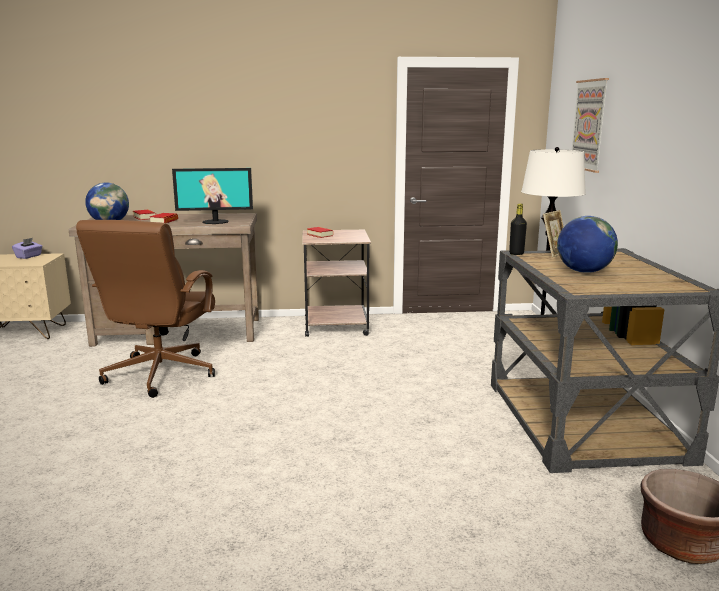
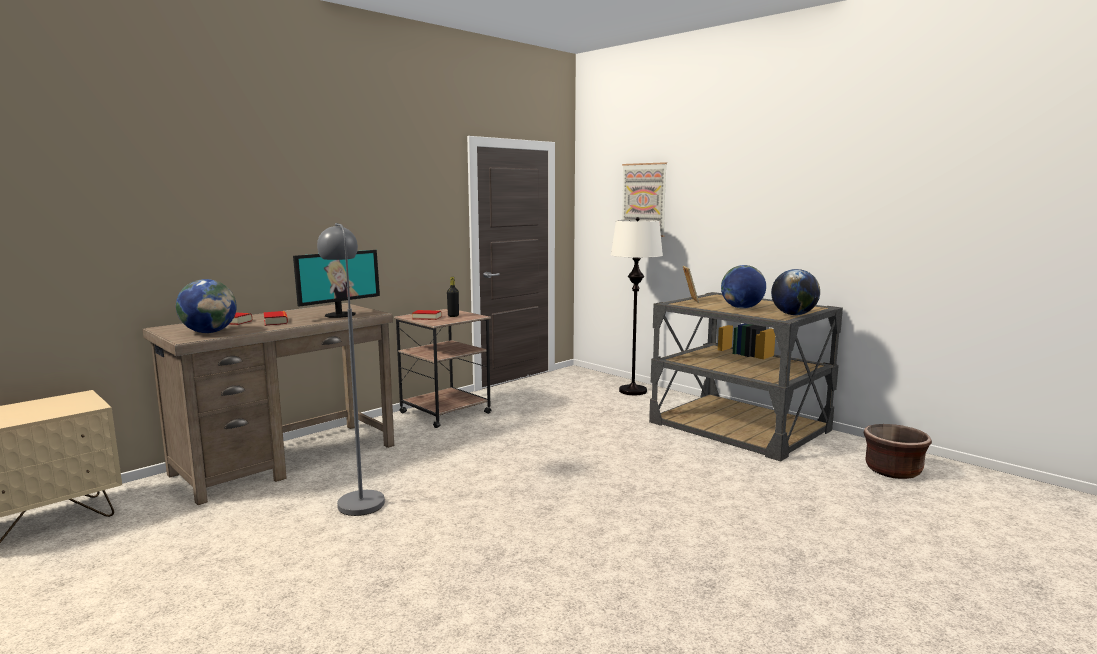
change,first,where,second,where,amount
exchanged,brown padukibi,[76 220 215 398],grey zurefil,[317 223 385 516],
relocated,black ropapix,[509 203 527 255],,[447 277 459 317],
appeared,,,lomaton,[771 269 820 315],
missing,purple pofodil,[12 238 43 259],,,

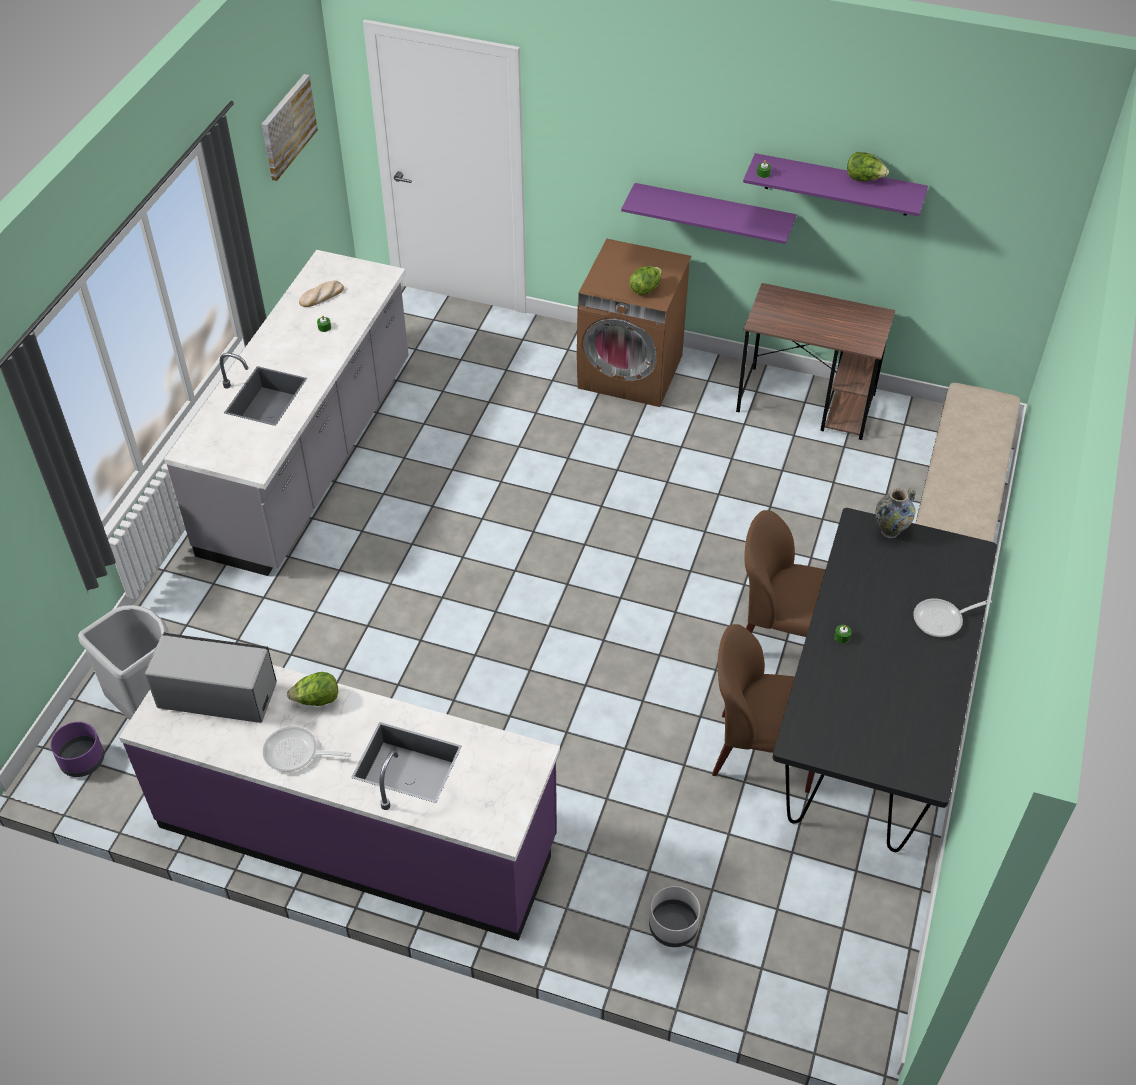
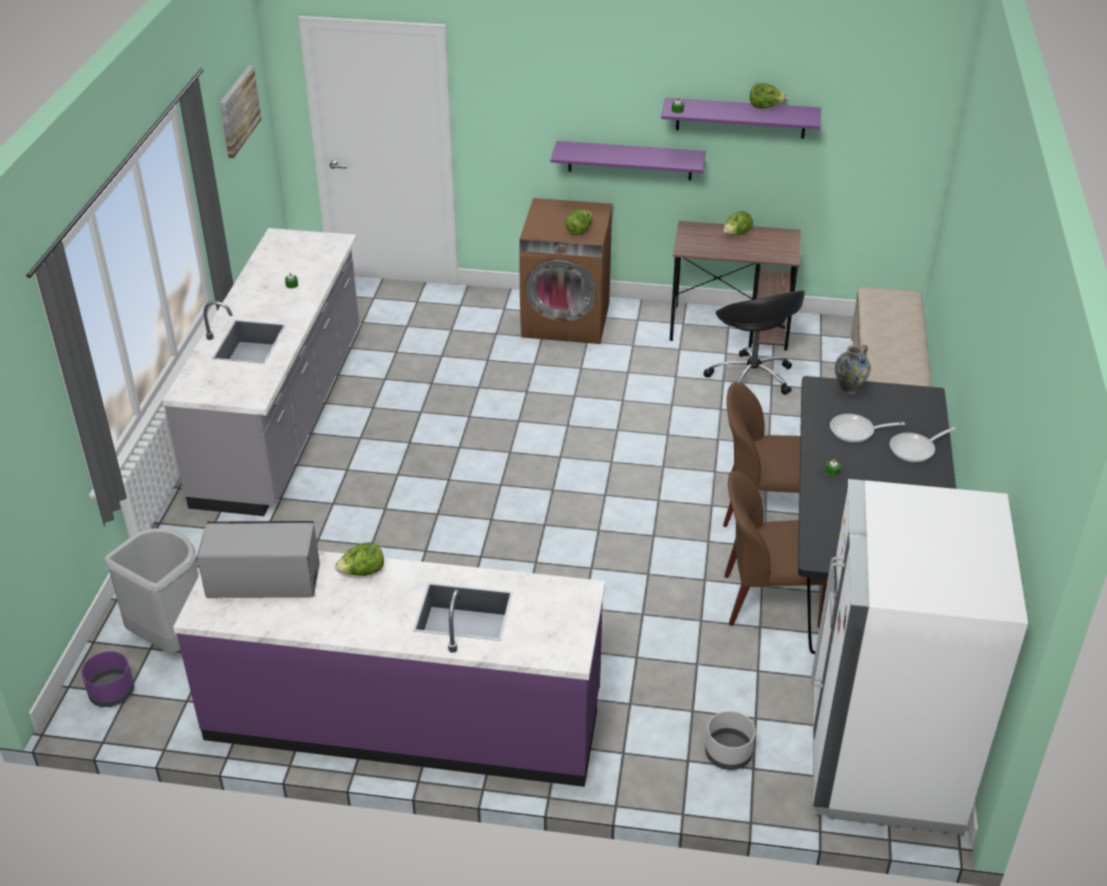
change,first,where,second,where,amount
appeared,,,black padukibi,[704 290 805 395],
appeared,,,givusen,[723 211 753 235],
appeared,,,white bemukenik,[811 479 1028 835],
relocated,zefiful,[263 726 351 772],,[830 414 905 443],
missing,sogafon,[299 280 344 307],,,

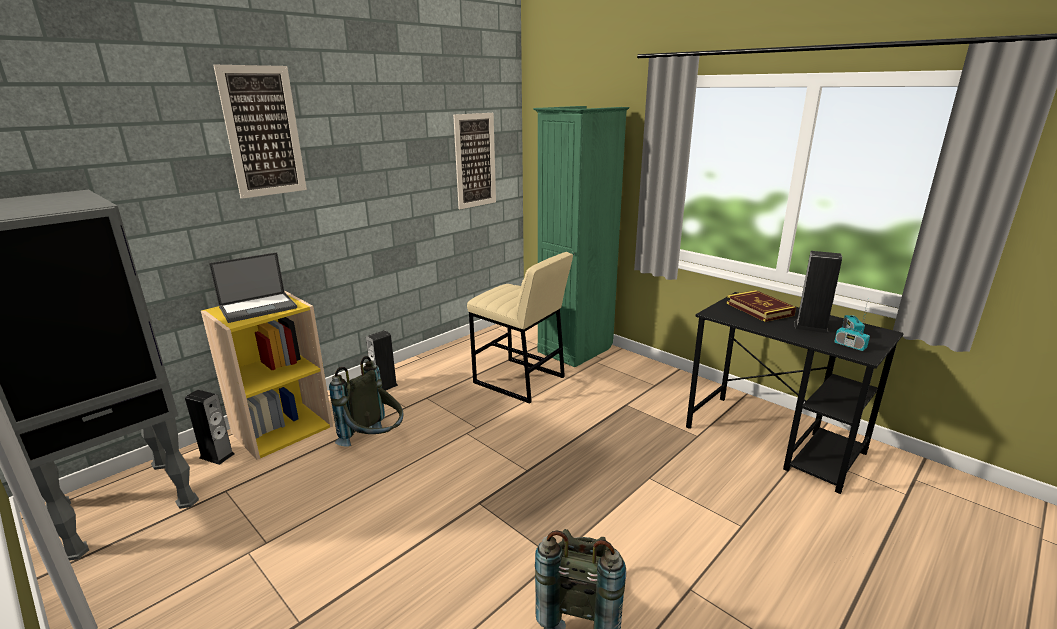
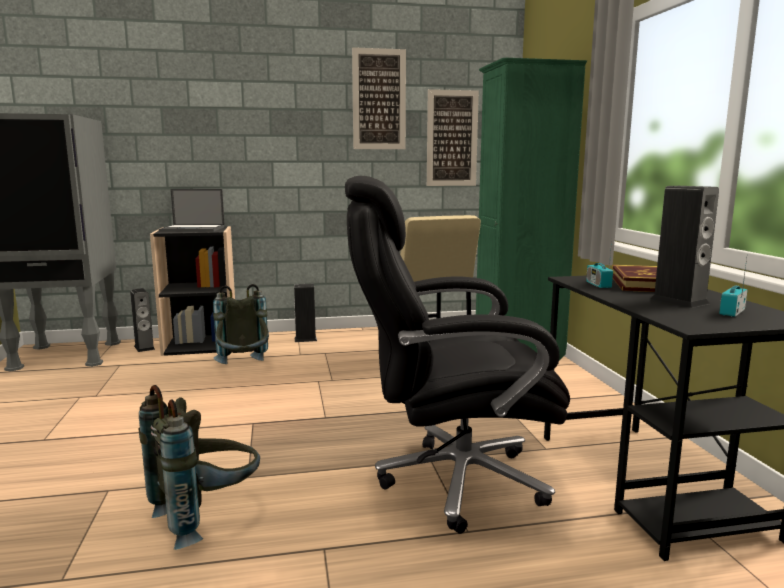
change,first,where,second,where,amount
colour,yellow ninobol,[201 290 333 460],black ninobol,[150 226 235 356],
appeared,,,black padukibi,[345 176 570 534],
relocated,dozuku,[213 65 307 199],,[352 47 406 149],
relocated,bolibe,[834 311 870 351],,[586 240 613 288],

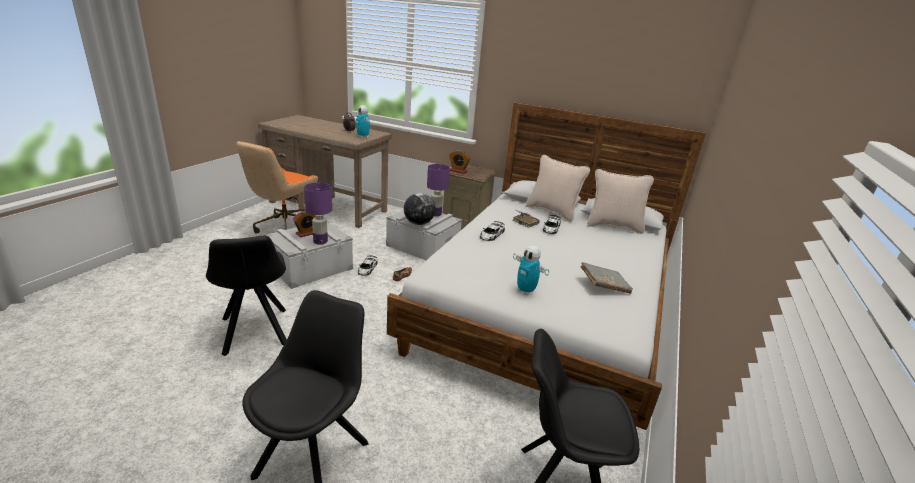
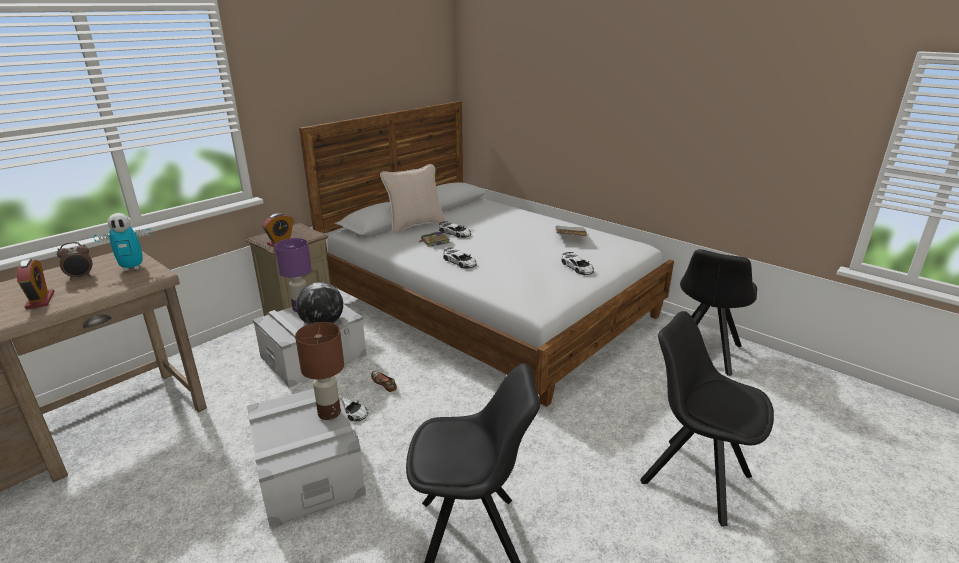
change,first,where,second,where,amount
relocated,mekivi,[293 210 315 237],,[17 259 54 309],
colour,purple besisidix,[304 183 332 245],brown besisidix,[295 322 344 420],
exchanged,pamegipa,[513 246 549 295],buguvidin,[561 252 594 275],
missing,orange padukibi,[236 141 318 234],,,
missing,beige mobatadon,[587 169 654 234],,,

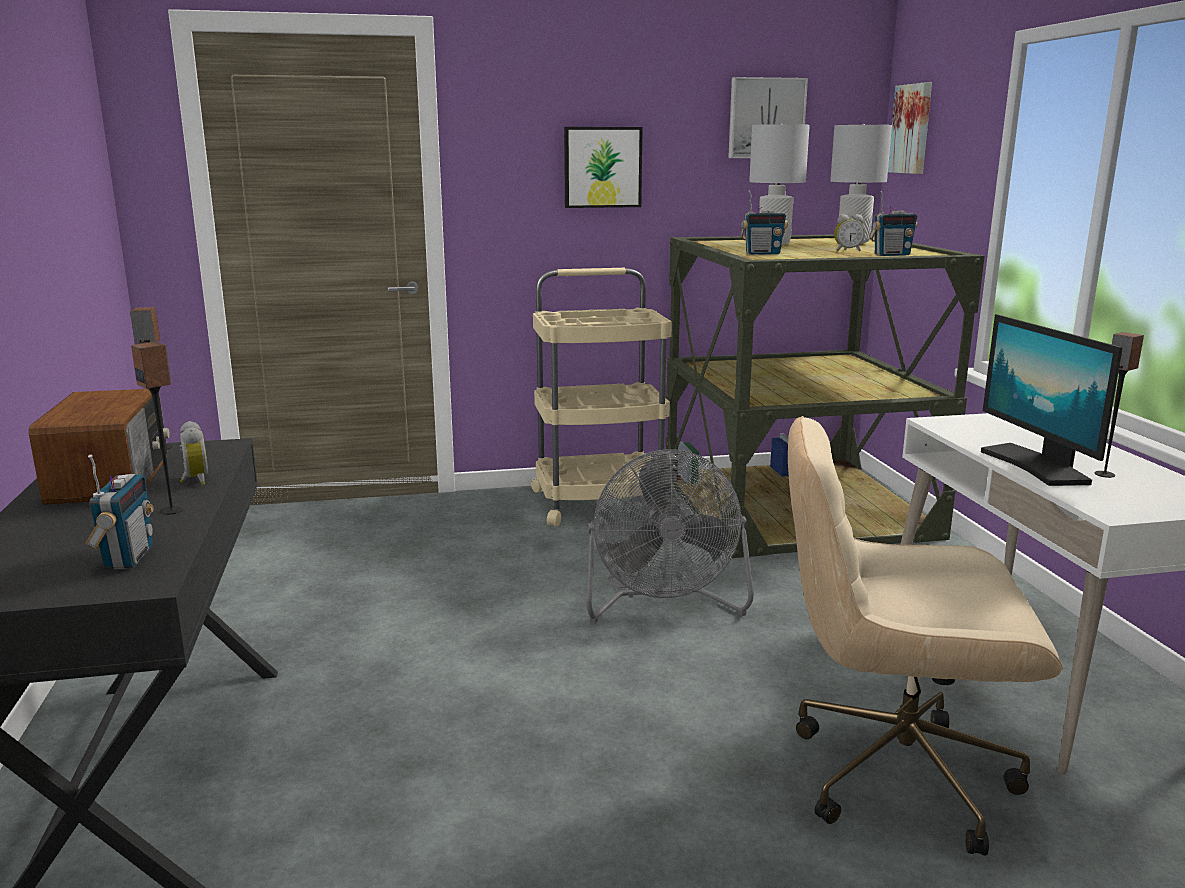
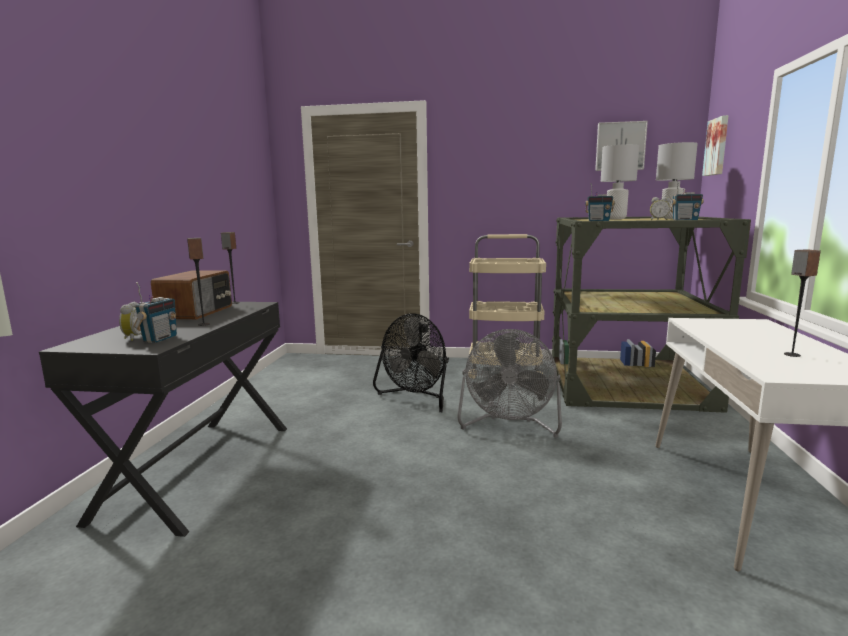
change,first,where,second,where,amount
relocated,mekivi,[180 421 208 485],,[119 302 142 341],
appeared,,,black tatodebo,[373 313 449 412],
missing,dozuku,[564 127 643 208],,,
missing,beige padukibi,[788 416 1063 856],,,
missing,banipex,[981 314 1122 486],,,

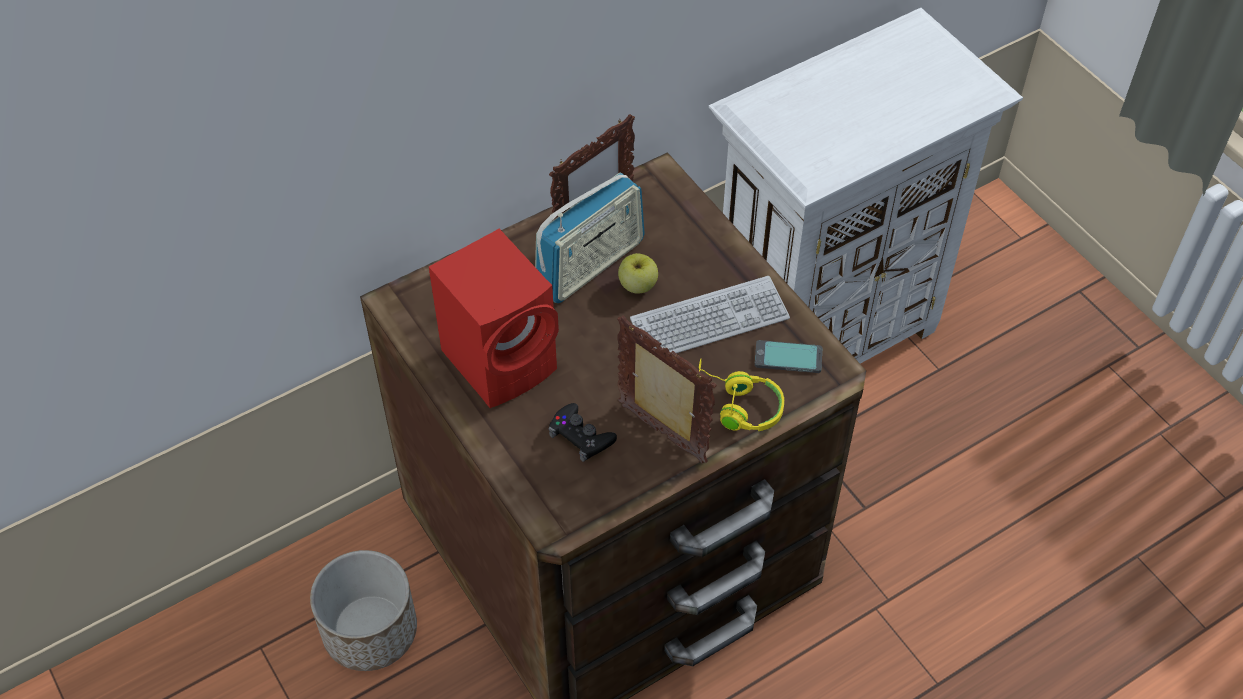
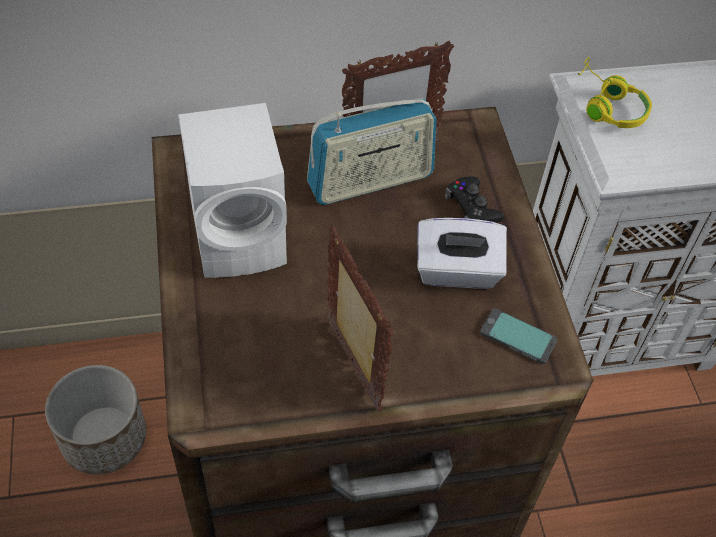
change,first,where,second,where,amount
colour,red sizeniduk,[429 229 559 408],white sizeniduk,[178 103 287 278],
exchanged,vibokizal,[630 276 790 353],white pofodil,[417 218 507 289],
relocated,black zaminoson,[548 403 617 462],,[445 177 504 223],
relocated,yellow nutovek,[699 359 784 431],,[578 57 652 128],
missing,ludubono,[618 253 658 293],,,

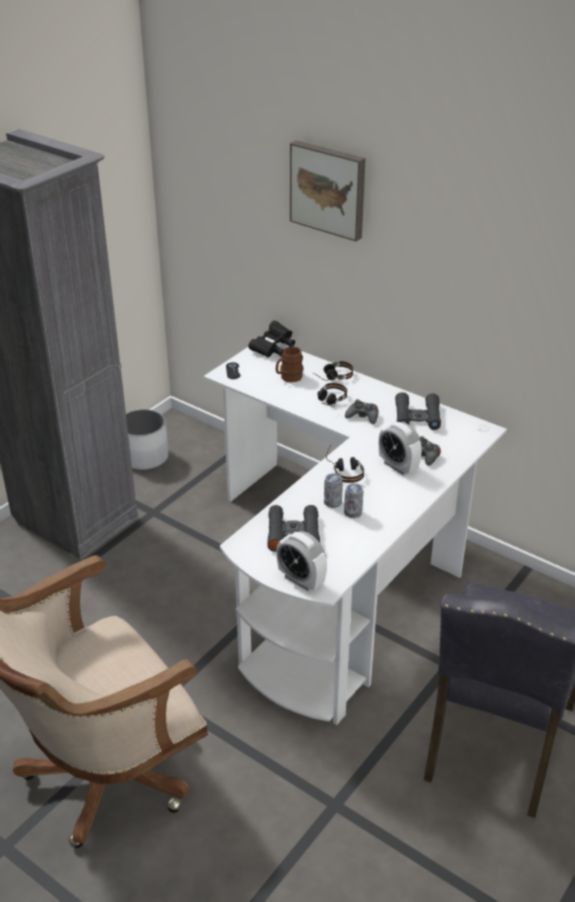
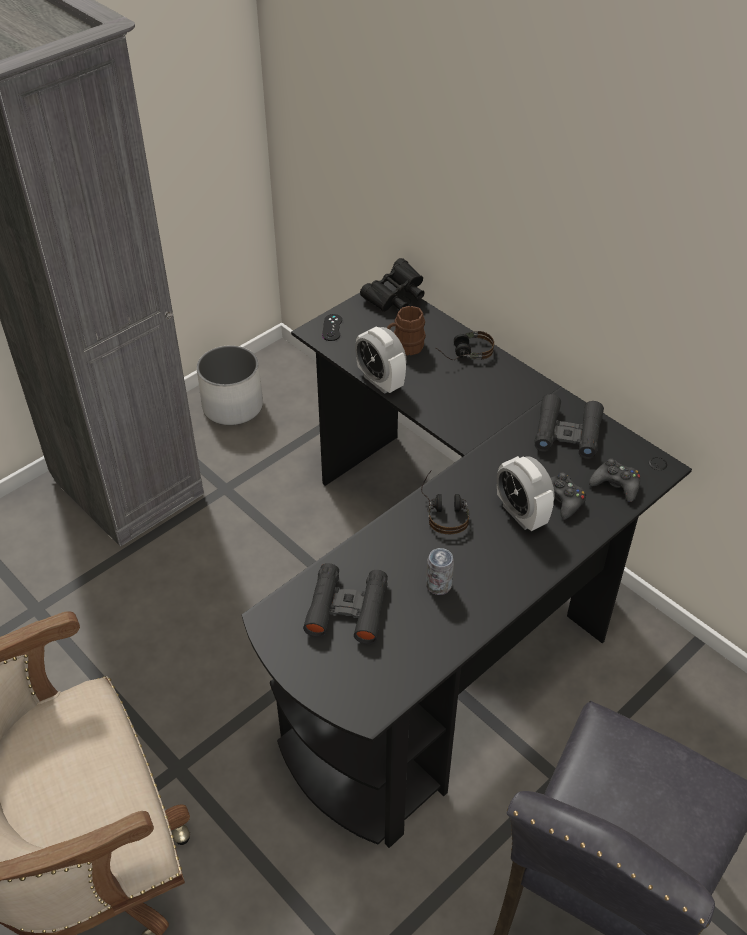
change,first,where,second,where,amount
colour,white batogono,[204 337 507 725],black batogono,[242 281 692 848],
relocated,mekivi,[276 531 327 591],,[355 327 407 394],
relocated,black zaminoson,[345 399 378 424],,[589 459 640 502],
missing,dozuku,[290 140 366 241],,,
missing,nutovek,[318 383 347 407],,,
missing,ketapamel,[324 473 343 508],,,

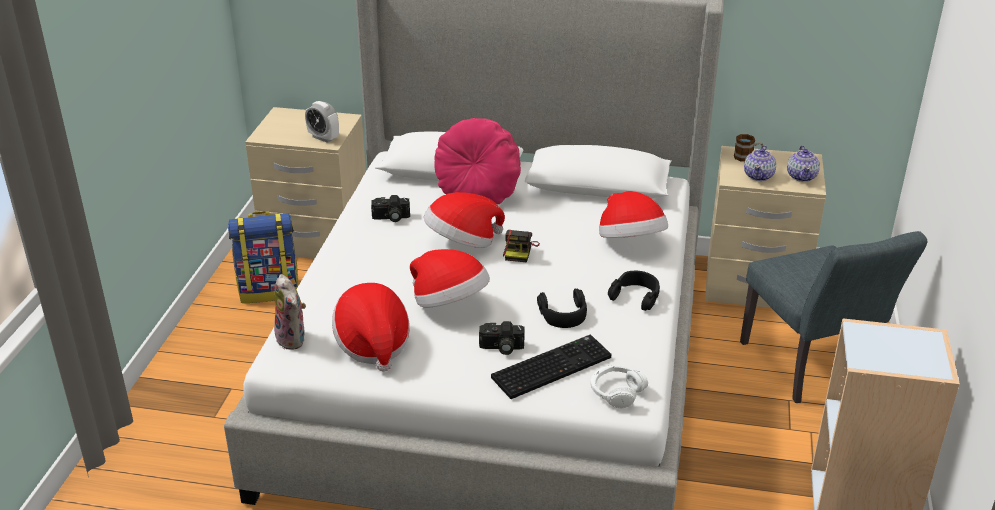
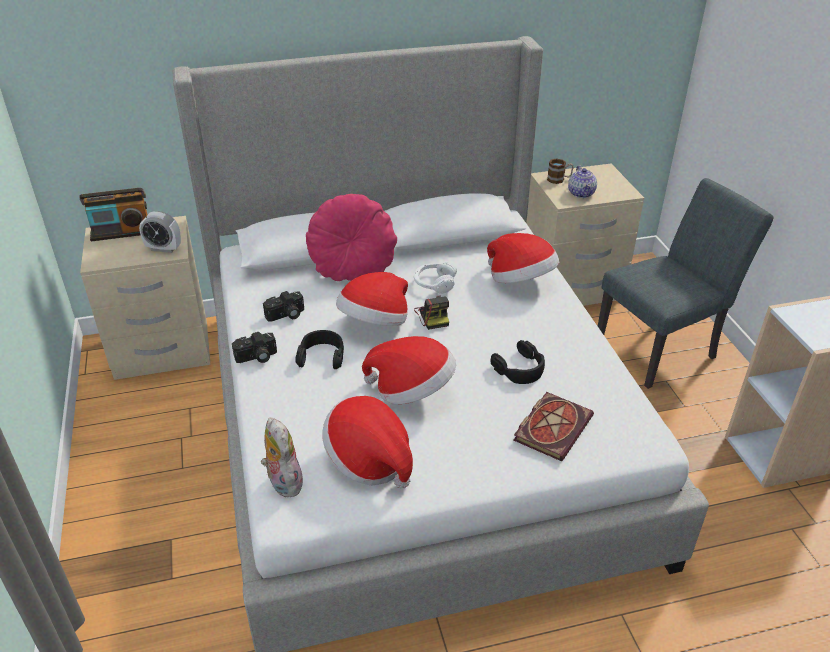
change,first,where,second,where,amount
appeared,,,bolibe,[80 188 148 242],
relocated,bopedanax,[479 321 525 355],,[232 332 277 363],
spun,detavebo,[274 274 306 350],,[261 417 303 497],150 degrees counterclockwise
relocated,black nutovek,[608 271 660 311],,[295 330 344 369],
relocated,white nutovek,[591 366 648 408],,[414 262 457 294],
exchanged,vibokizal,[491 335 612 399],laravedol,[514 392 594 461],
spun,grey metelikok,[740 231 927 403],,[598 178 774 389],75 degrees counterclockwise
missing,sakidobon,[228 211 298 303],,,
missing,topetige,[787 146 820 182],,,

